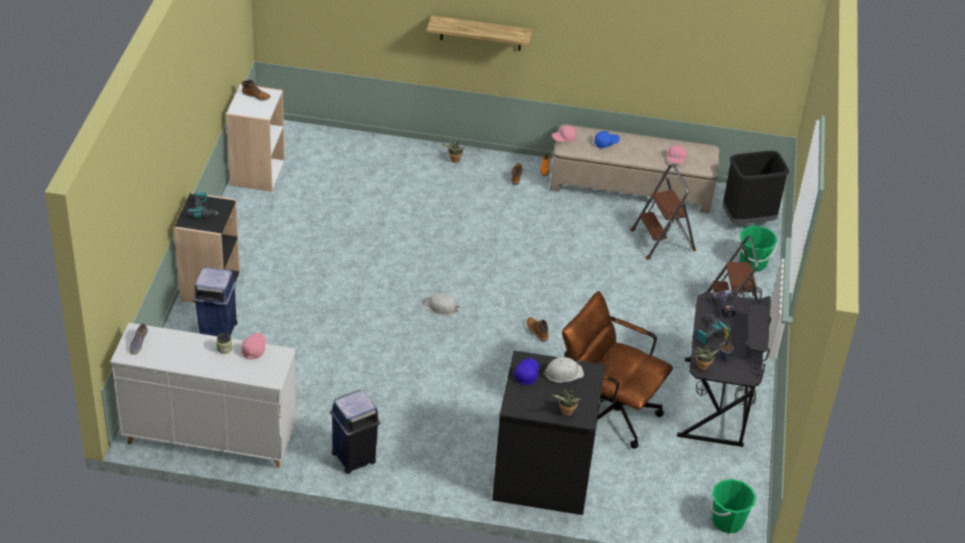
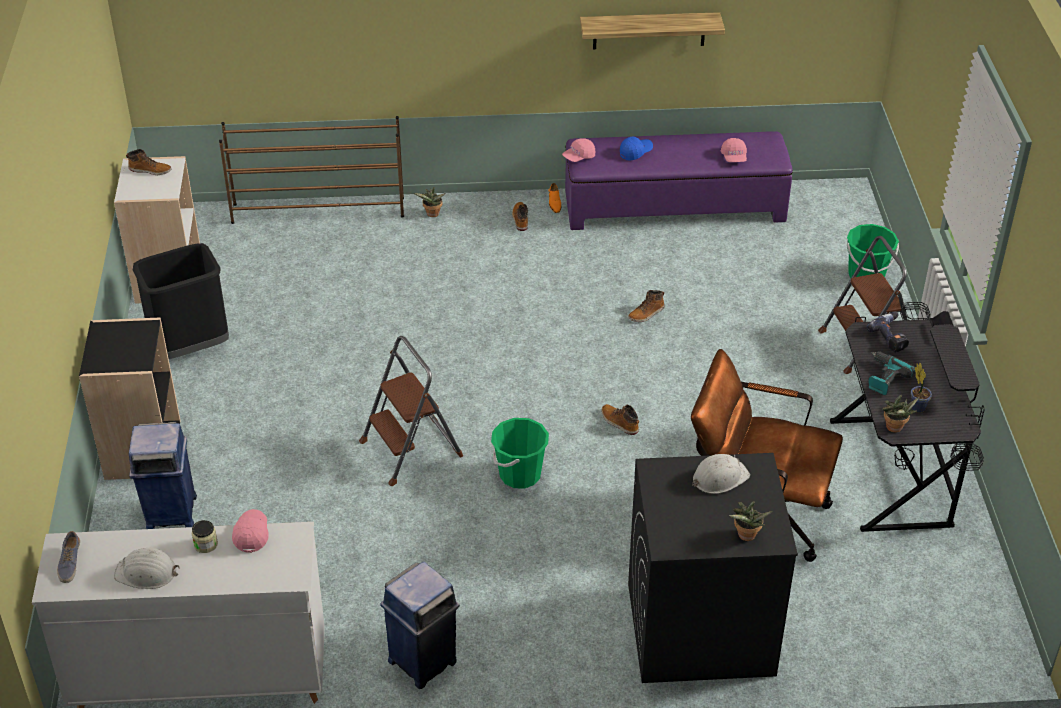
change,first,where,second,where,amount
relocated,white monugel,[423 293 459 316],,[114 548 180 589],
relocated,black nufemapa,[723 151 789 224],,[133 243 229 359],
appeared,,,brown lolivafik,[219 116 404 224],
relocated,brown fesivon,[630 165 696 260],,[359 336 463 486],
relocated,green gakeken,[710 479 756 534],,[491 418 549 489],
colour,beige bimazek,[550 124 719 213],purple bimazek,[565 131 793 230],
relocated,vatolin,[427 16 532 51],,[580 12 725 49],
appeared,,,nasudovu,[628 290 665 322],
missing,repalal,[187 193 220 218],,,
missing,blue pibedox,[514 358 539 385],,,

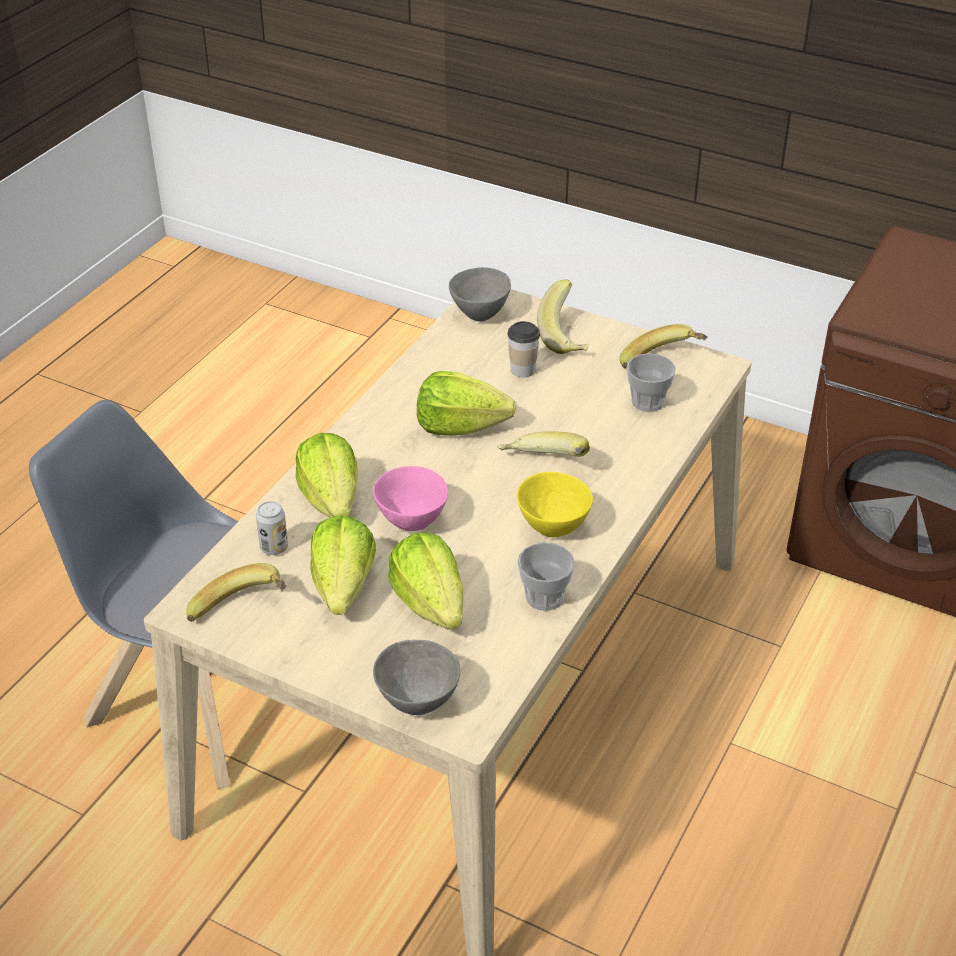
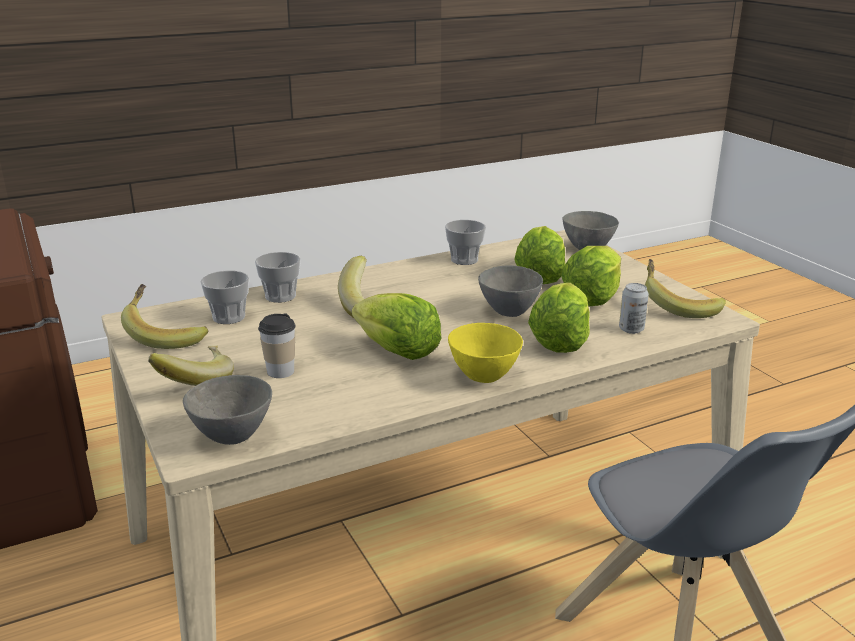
change,first,where,second,where,amount
appeared,,,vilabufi,[255 252 301 303],
relocated,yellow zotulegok,[516 472 593 537],,[448 323 523 383],
colour,pink zotulegok,[373 466 448 531],grey zotulegok,[478 266 543 317],

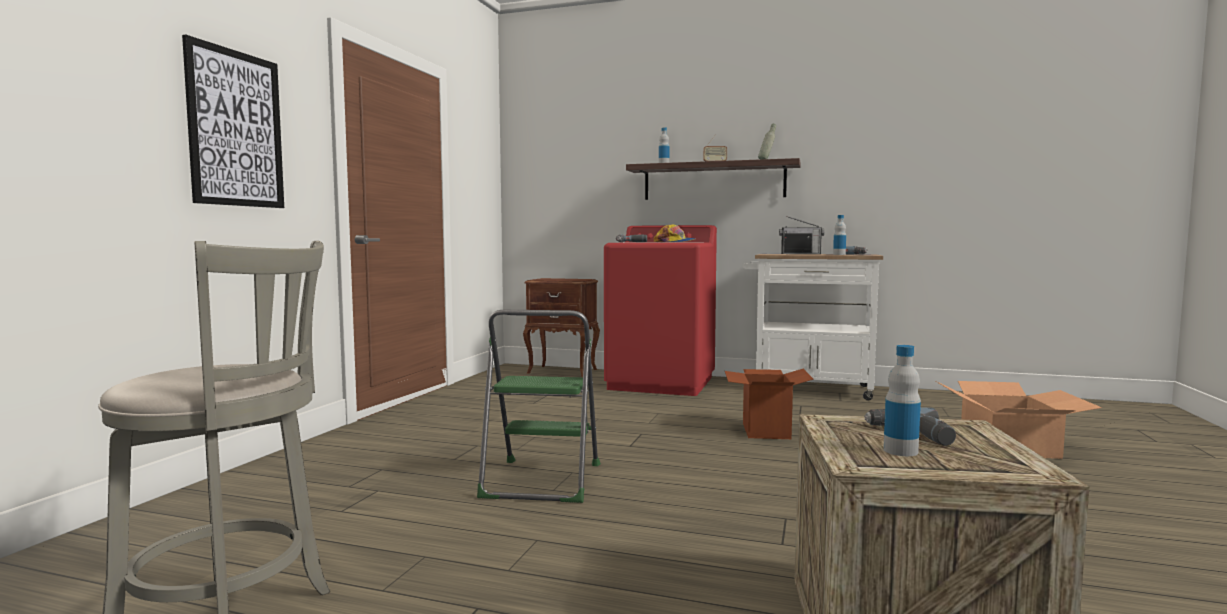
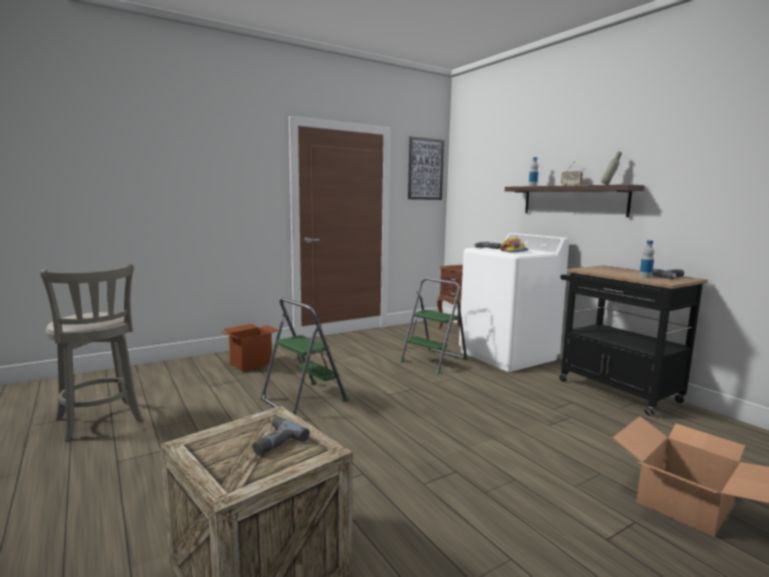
change,first,where,second,where,amount
relocated,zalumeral,[725 369 814 439],,[220 324 278 372],
appeared,,,green fesivon,[398 278 467 374],
relocated,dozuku,[182 35 284 208],,[408 136 444 200],
colour,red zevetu,[604 225 717 396],white zevetu,[459 233 569 372],
colour,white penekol,[743 254 883 400],black penekol,[559 265 708 416],
missing,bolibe,[779 216 824 254],,,
missing,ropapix,[883 345 921 456],,,

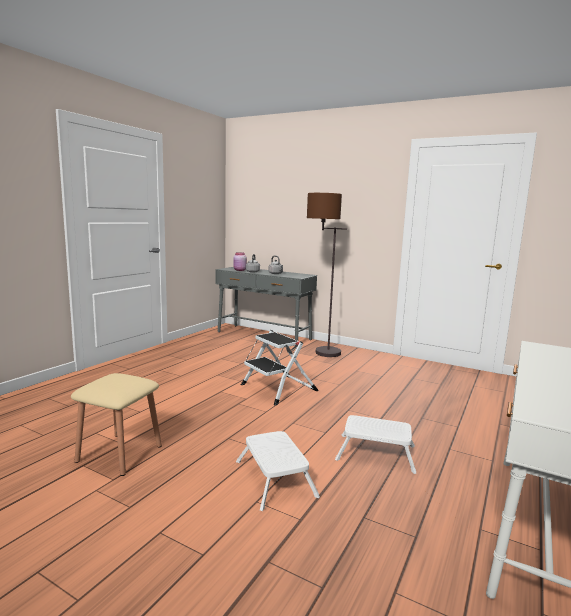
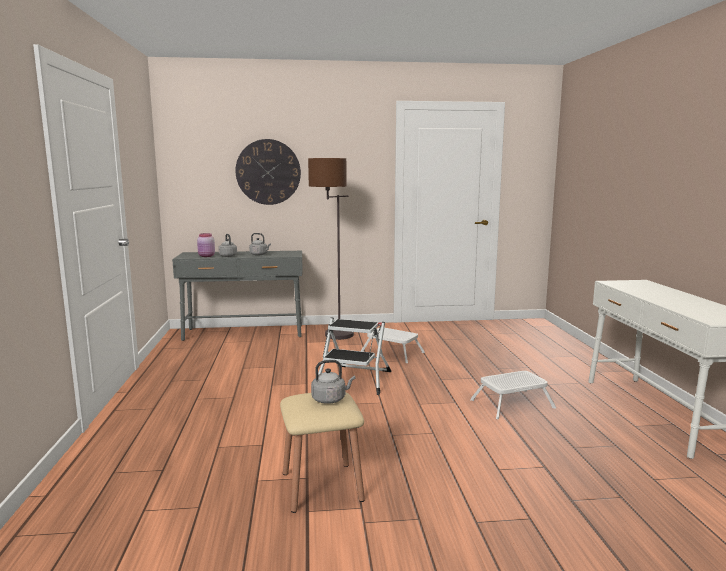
change,first,where,second,where,amount
appeared,,,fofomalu,[235 139 301 205],
appeared,,,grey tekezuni,[311 360 355 404],
relocated,white fesivon,[236 431 320 511],,[361 328 425 363],

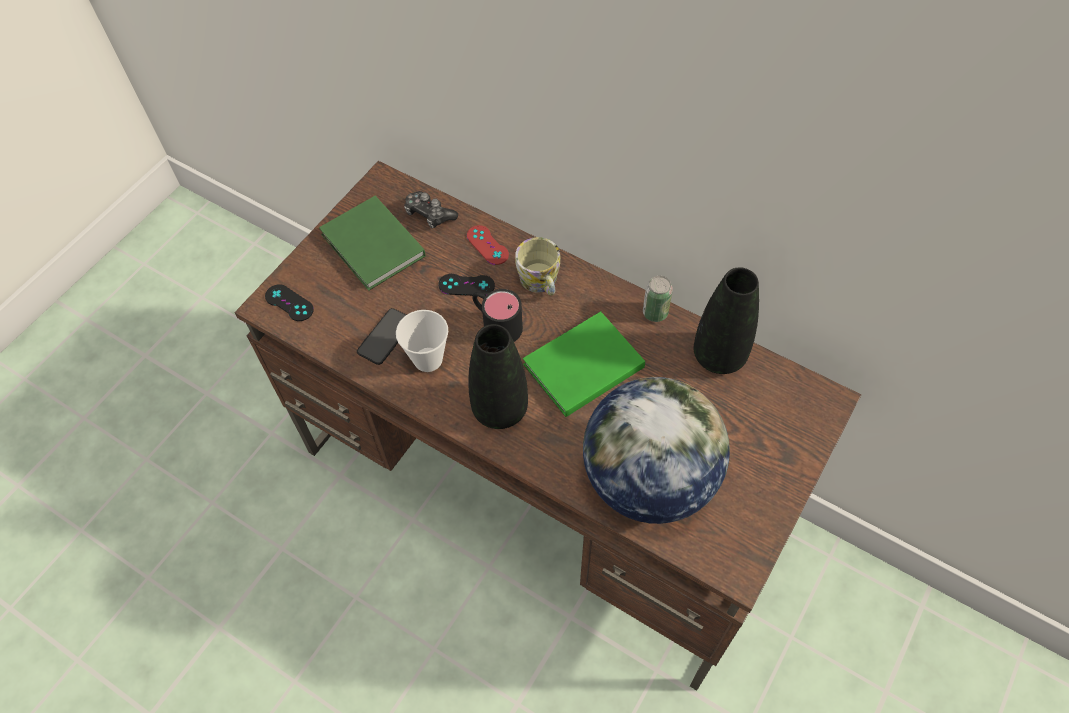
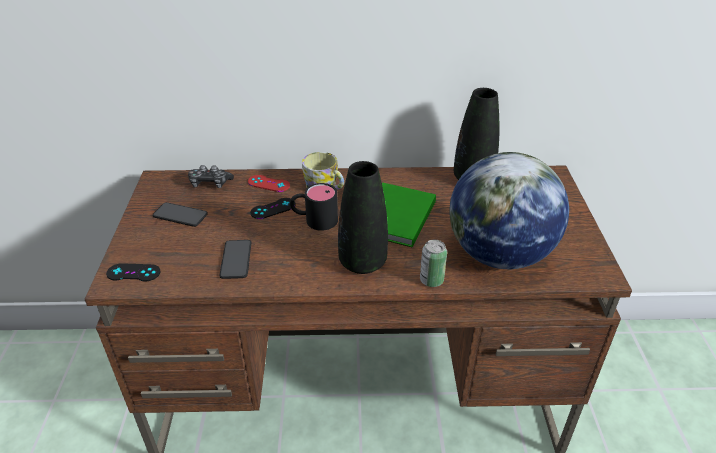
change,first,where,second,where,amount
exchanged,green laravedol,[319 196 426 291],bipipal,[153 202 208 227],
relocated,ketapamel,[643 276 673 322],,[420 240 447 287],
missing,vilabufi,[396 310 449 372],,,

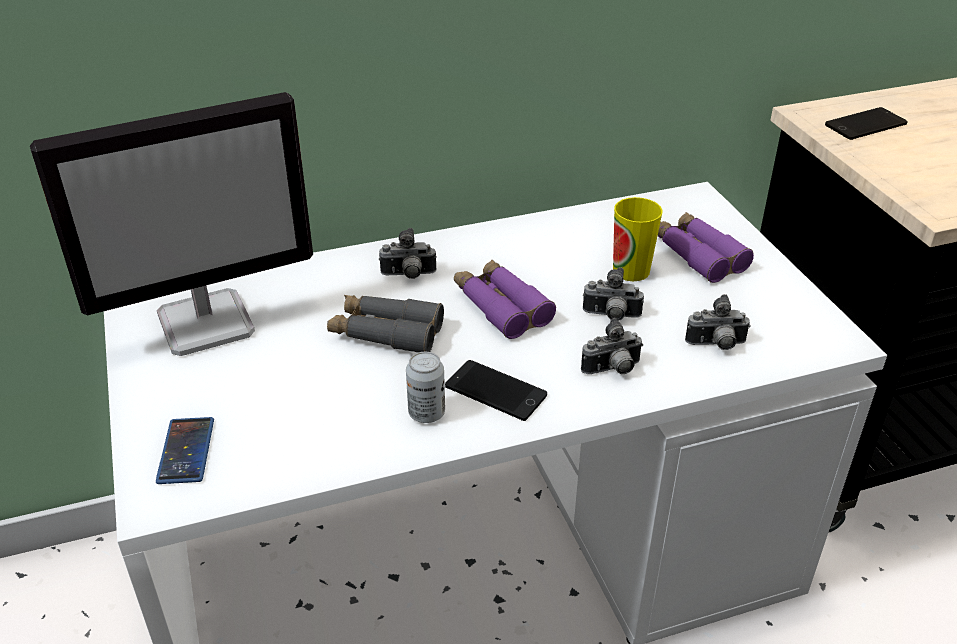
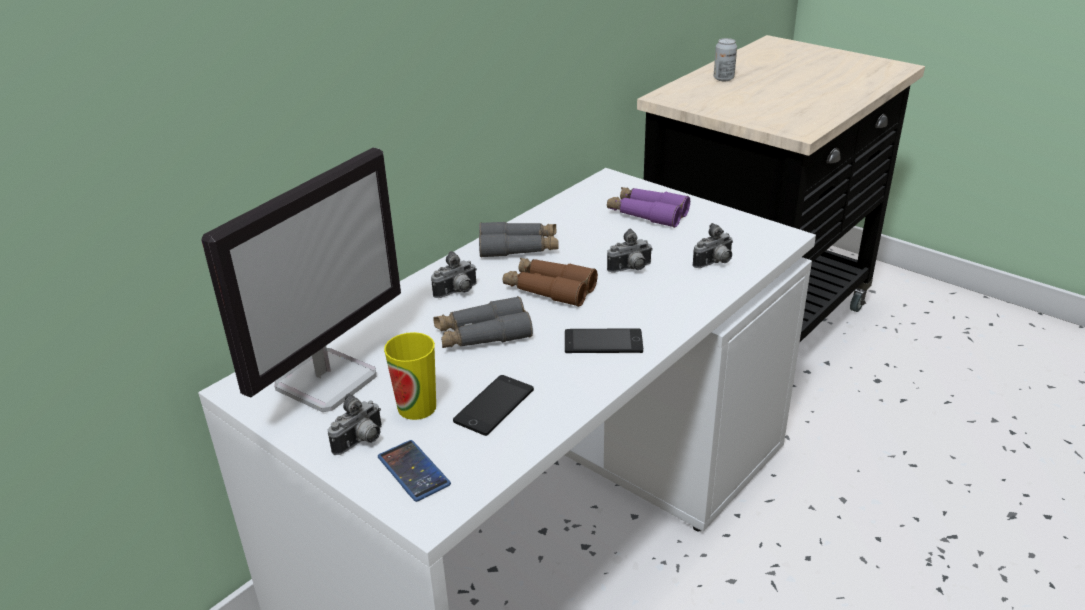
change,first,where,second,where,amount
relocated,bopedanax,[581 318 643 374],,[328 393 382 455],
relocated,vilabufi,[613 197 663 281],,[384 332 436 420],
relocated,bipipal,[825 107 908 140],,[453 375 534 436],
appeared,,,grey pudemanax,[479 222 559 258],
colour,purple pudemanax,[454 259 556 339],brown pudemanax,[503 258 598 307],
relocated,ketapamel,[406 352 445 423],,[714 38 737 81],

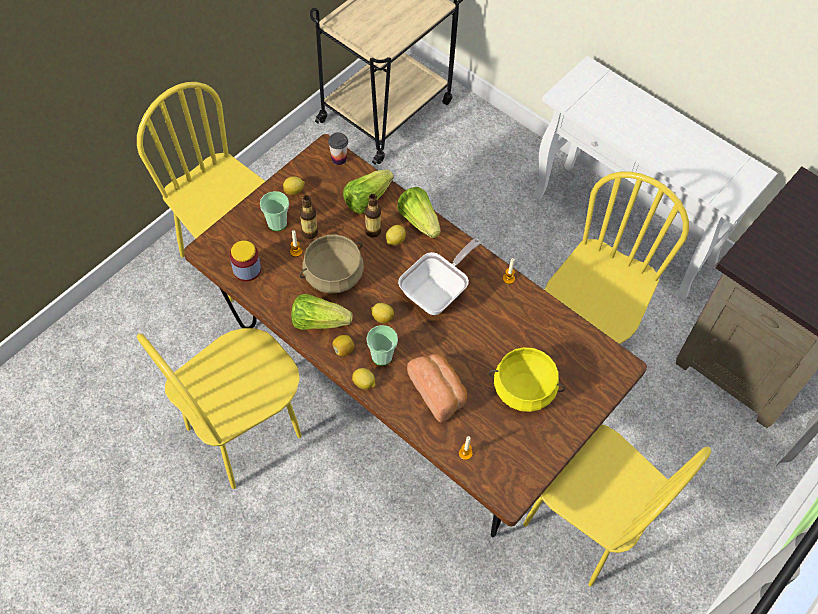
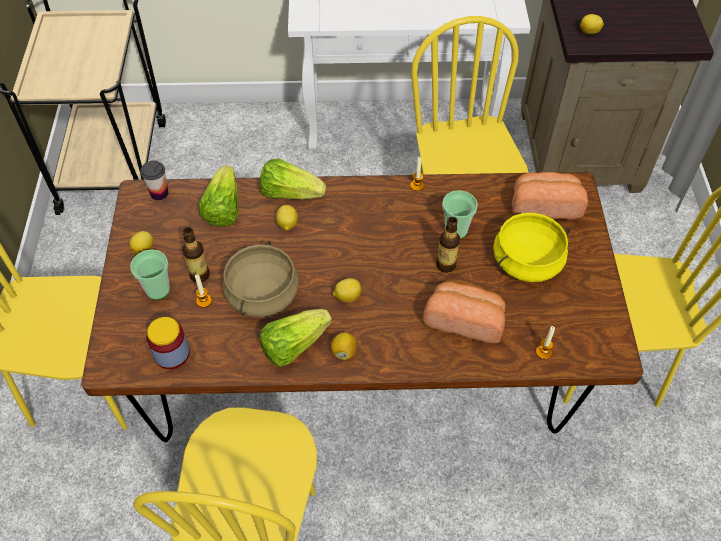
change,first,where,second,where,amount
relocated,ropapix,[365 194 381 238],,[436 217 460 273],
relocated,vilabufi,[366 325 398 366],,[442 190 478 239],
appeared,,,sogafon,[512 172 588 219],
relocated,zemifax,[352 368 375 390],,[580 14 604 34],
missing,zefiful,[398 238 481 315],,,

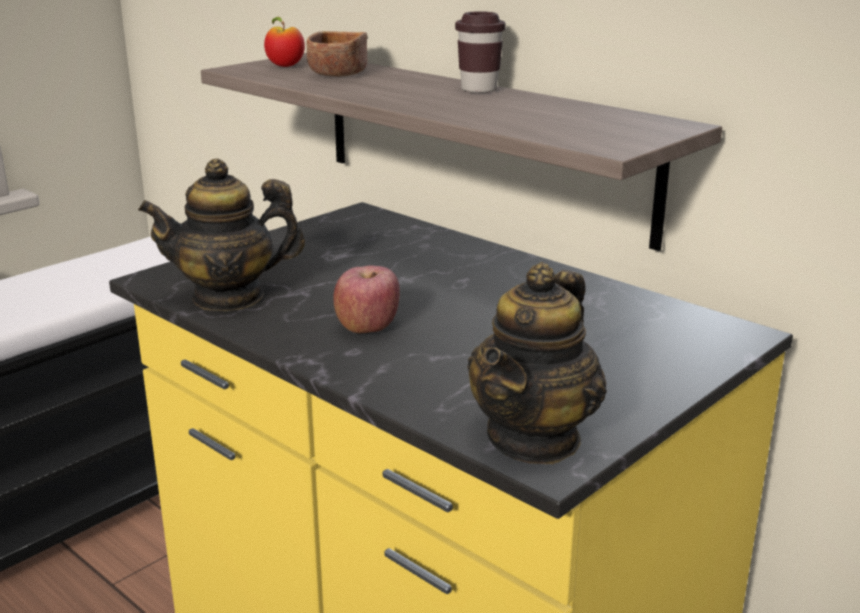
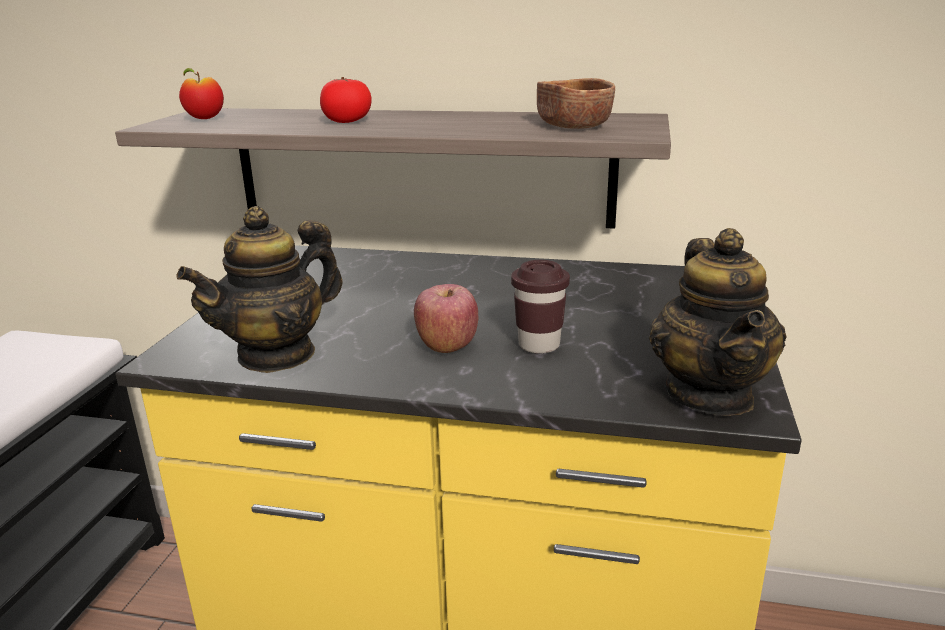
change,first,where,second,where,amount
appeared,,,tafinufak,[320 77 372 123],
relocated,brown vilabufi,[455 11 506 93],,[511 260 570 354],
relocated,brown zotulegok,[307 31 367 77],,[537 78 615 129],

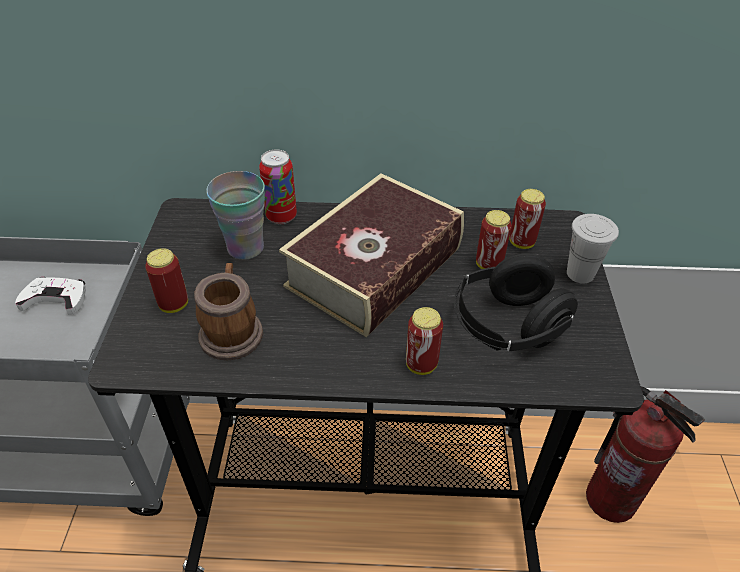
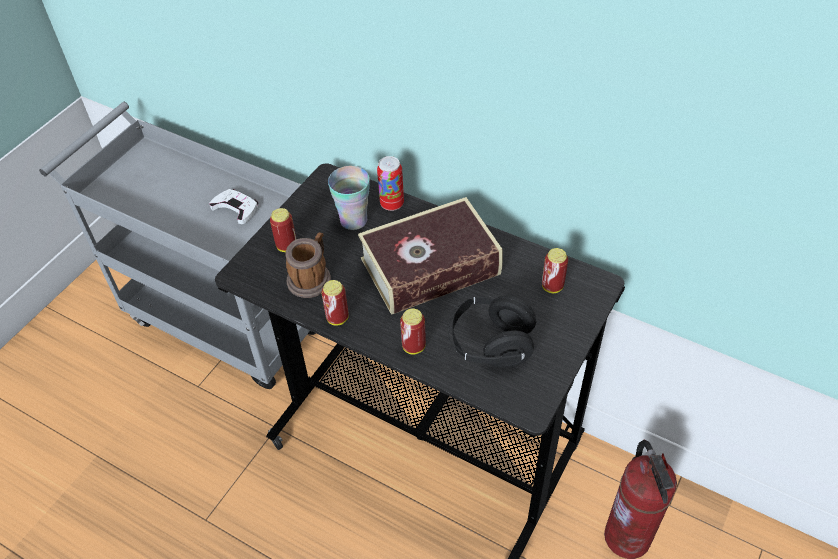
change,first,where,second,where,amount
relocated,ketapamel,[476 210 512 269],,[321 280 349 326],
missing,white vilabufi,[567 214 619 283],,,

